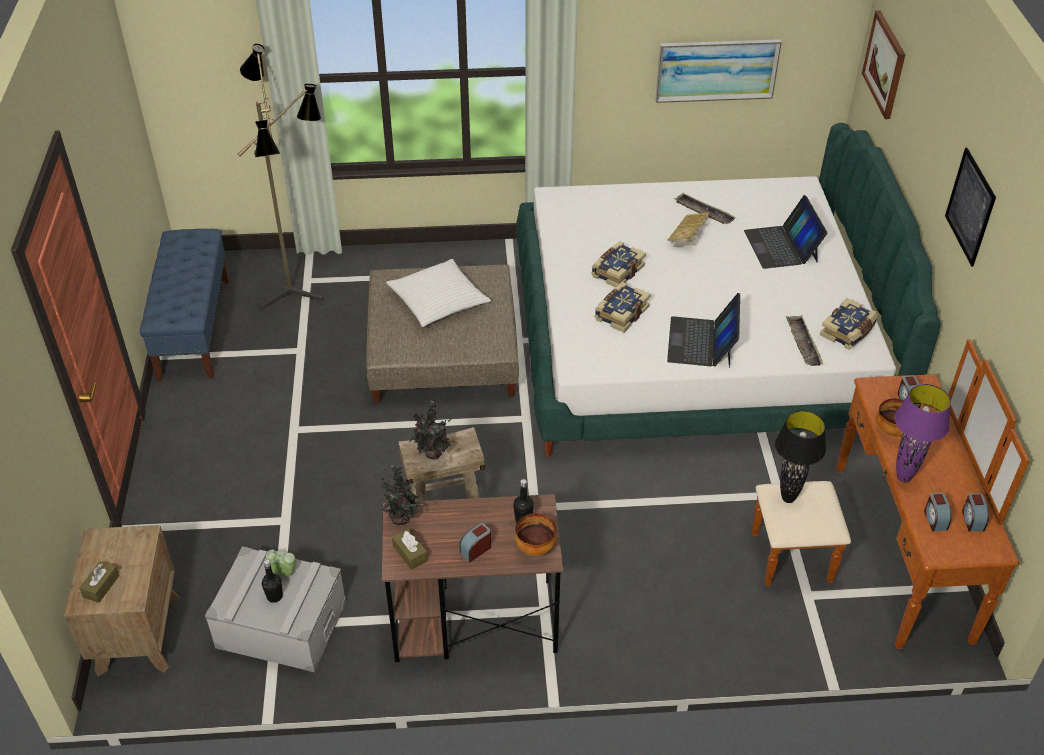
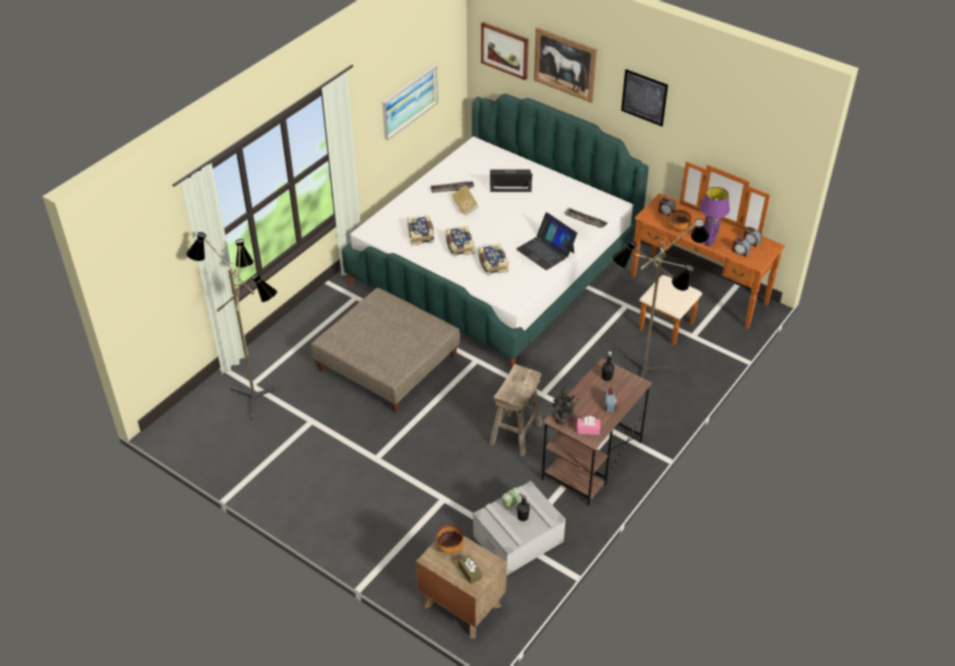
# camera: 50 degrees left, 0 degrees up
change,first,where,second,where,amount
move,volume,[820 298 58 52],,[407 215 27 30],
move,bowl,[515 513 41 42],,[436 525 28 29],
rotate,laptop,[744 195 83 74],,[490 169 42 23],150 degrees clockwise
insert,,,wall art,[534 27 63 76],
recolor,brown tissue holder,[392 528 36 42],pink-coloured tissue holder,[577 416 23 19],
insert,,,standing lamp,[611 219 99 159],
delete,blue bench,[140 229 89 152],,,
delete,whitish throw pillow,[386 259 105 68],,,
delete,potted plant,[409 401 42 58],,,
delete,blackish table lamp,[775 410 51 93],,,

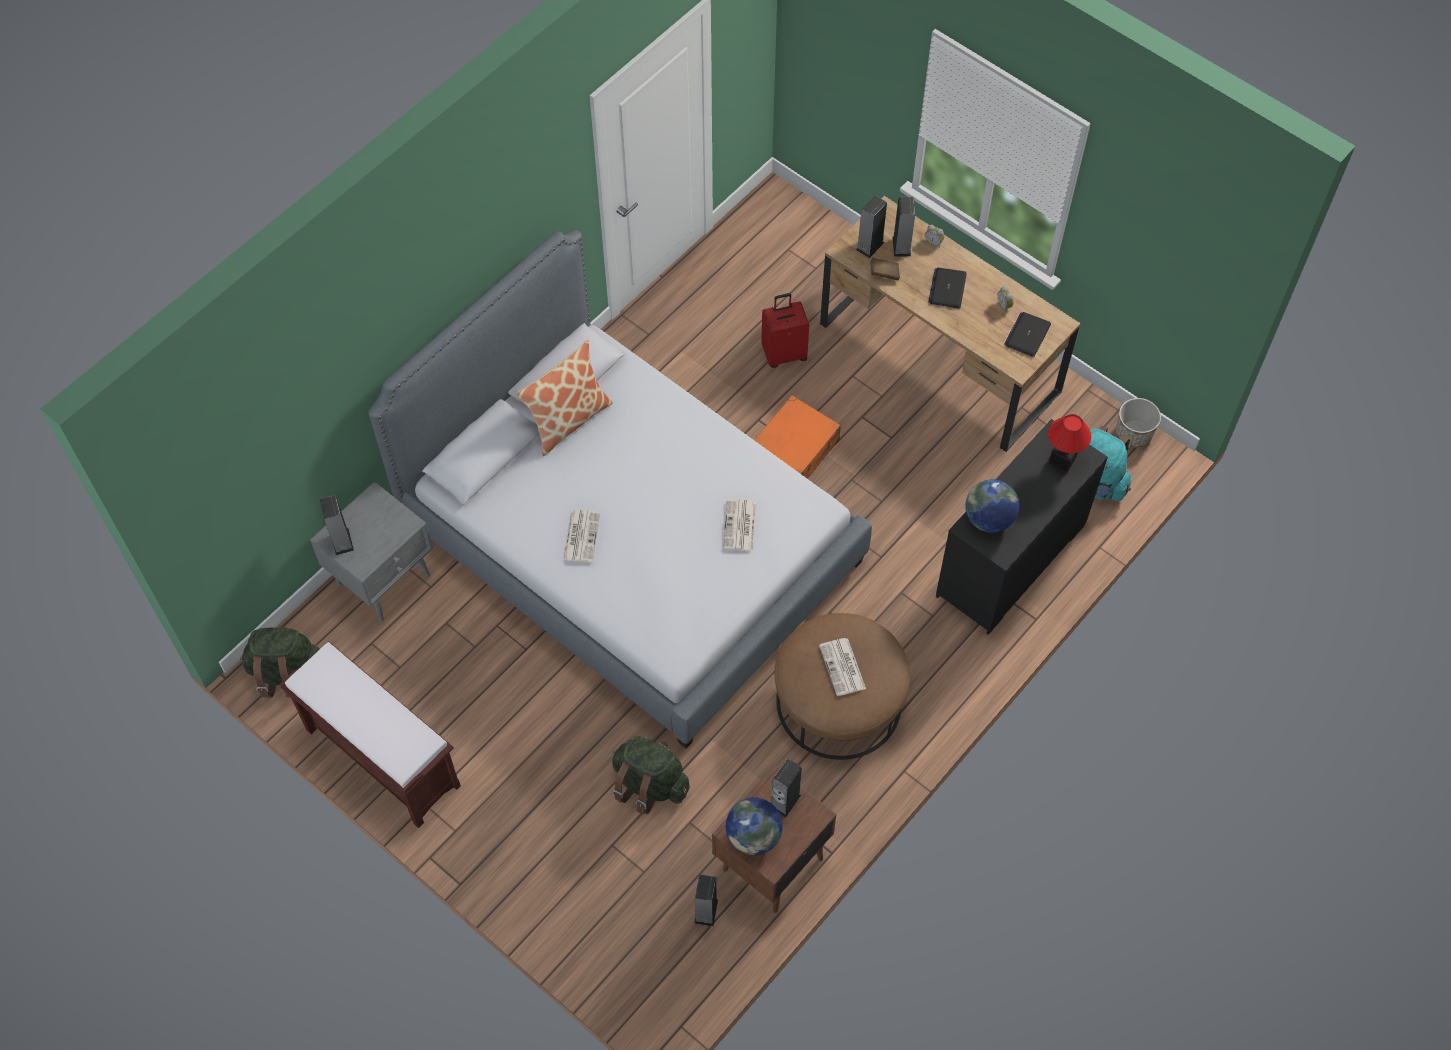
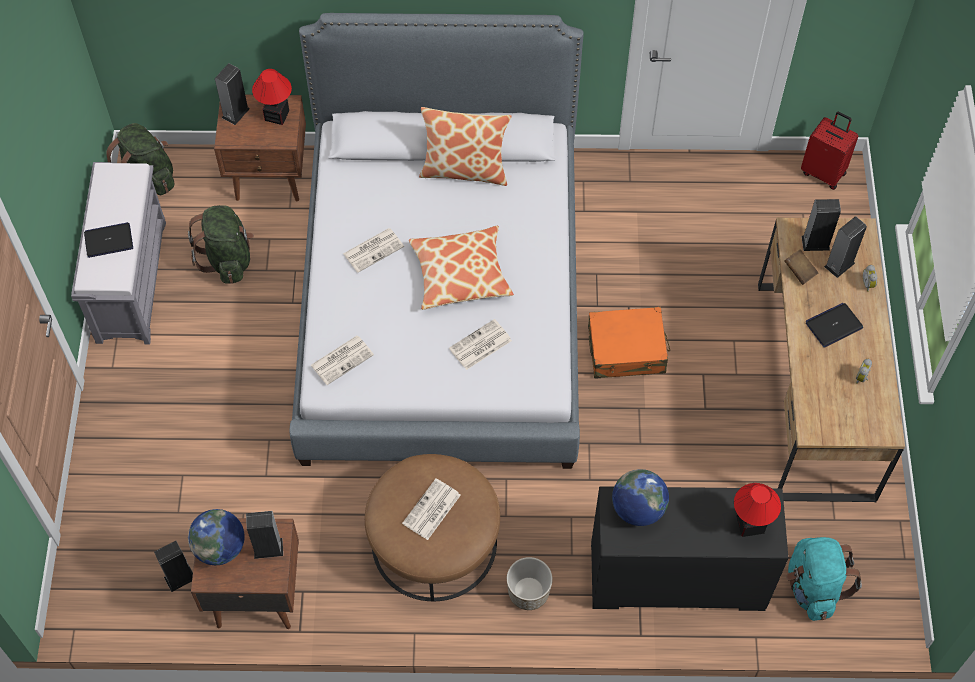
# camera: 50 degrees right, 0 degrees up
change,first,where,second,where,amount
recolor,brown bench,[280 641 181 187],gray bench,[71 162 95 183],
move,laptop,[1004 312 47 45],,[84 222 49 36],
move,green-coloured backpack,[612 736 78 78],,[188 205 66 79],
recolor,gray bedside table,[310 481 123 141],brown bedside table,[214 95 92 106],
insert,,,table lamp,[252 69 40 56],
insert,,,daily paper,[311 336 63 49],
insert,,,throw pillow,[409 226 105 84],
move,planter,[1116 398 45 50],,[507 557 46 53],
move,red piece of luggage,[761 293 48 75],,[801 112 57 78],

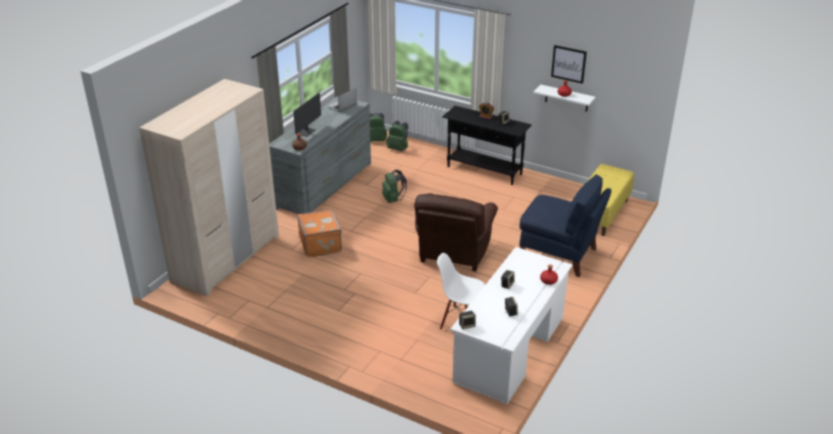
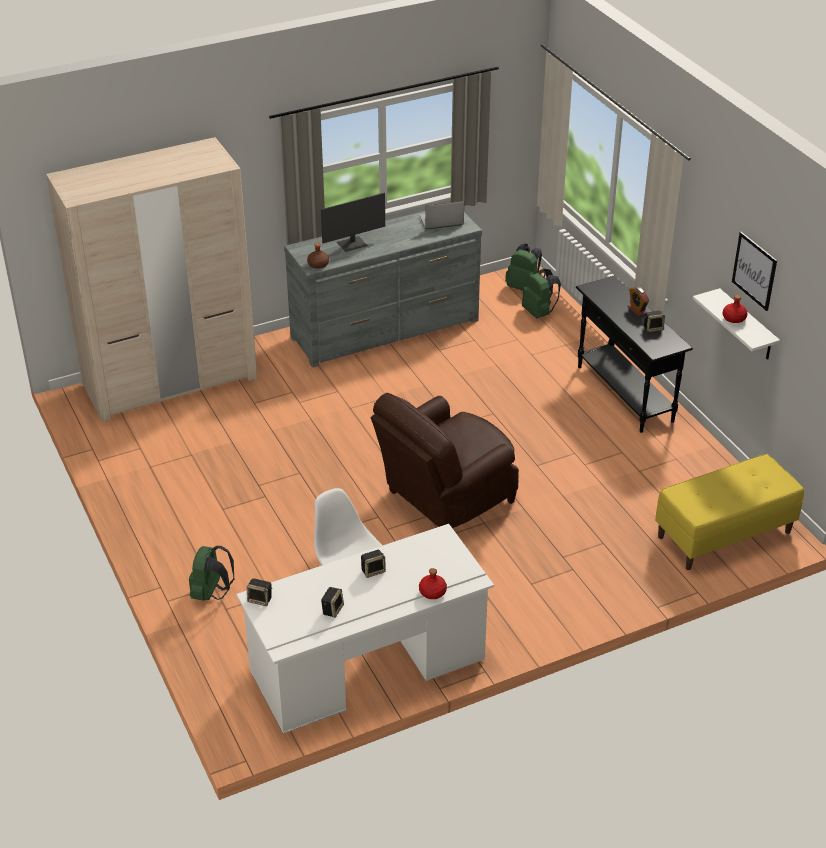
# camera: 35 degrees right, 5 degrees up
change,first,where,second,where,amount
move,green-coloured backpack,[382 170 25 33],,[189 546 45 55],
delete,orangey piece of luggage,[297 209 45 49],,,
delete,blue armchair,[519 175 92 102],,,

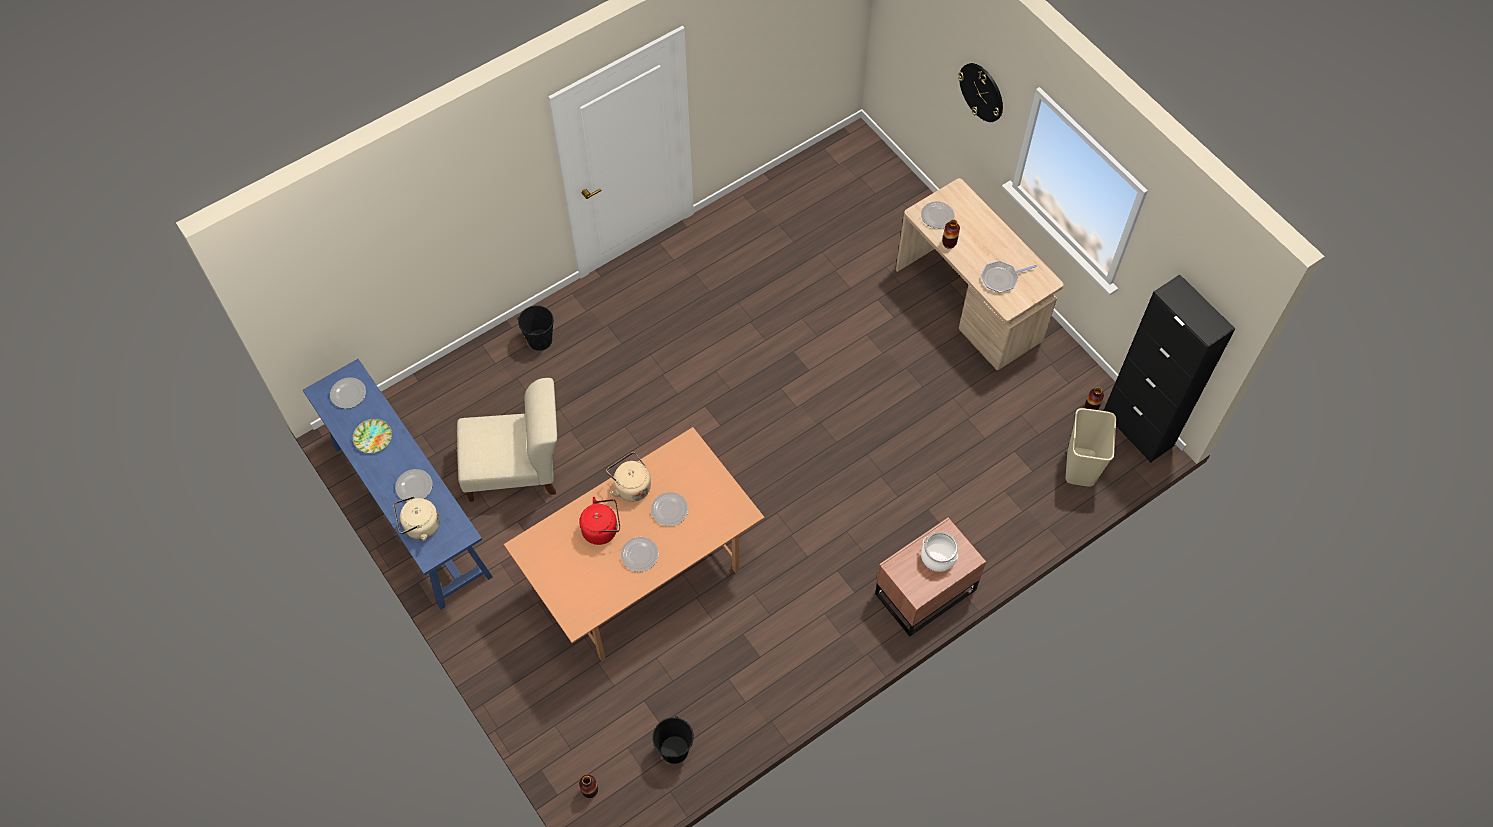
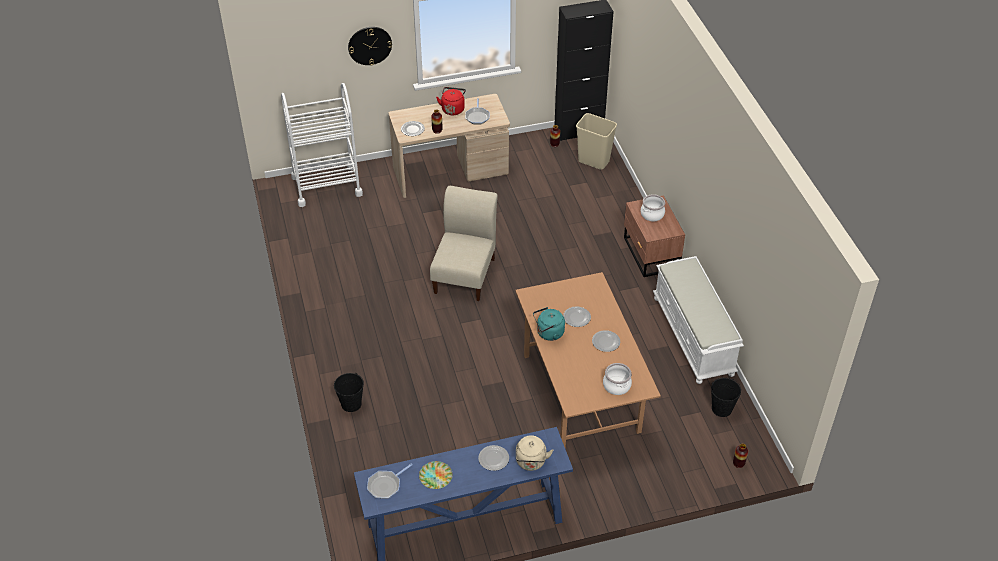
# camera: 70 degrees left, 15 degrees down
change,first,where,second,where,amount
insert,,,whitish trolley,[281 83 82 124],
replace,plate,[330 377 36 32],frying pan,[367 463 46 36],
move,beige chair,[457 378 100 124],,[430 186 68 115],
move,red tea kettle,[579 497 41 48],,[436 87 30 28],
recolor,beige tea kettle,[606 452 45 50],blue-green tea kettle,[533 307 32 34],
insert,,,saucepot,[603 363 29 32],
insert,,,whitish bench,[653 256 91 128],

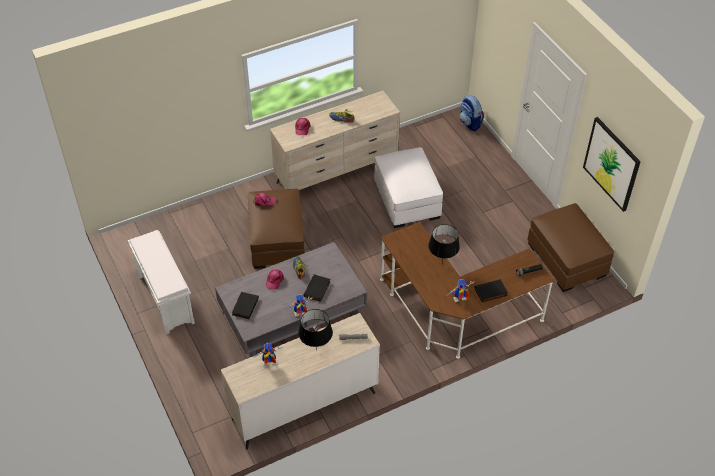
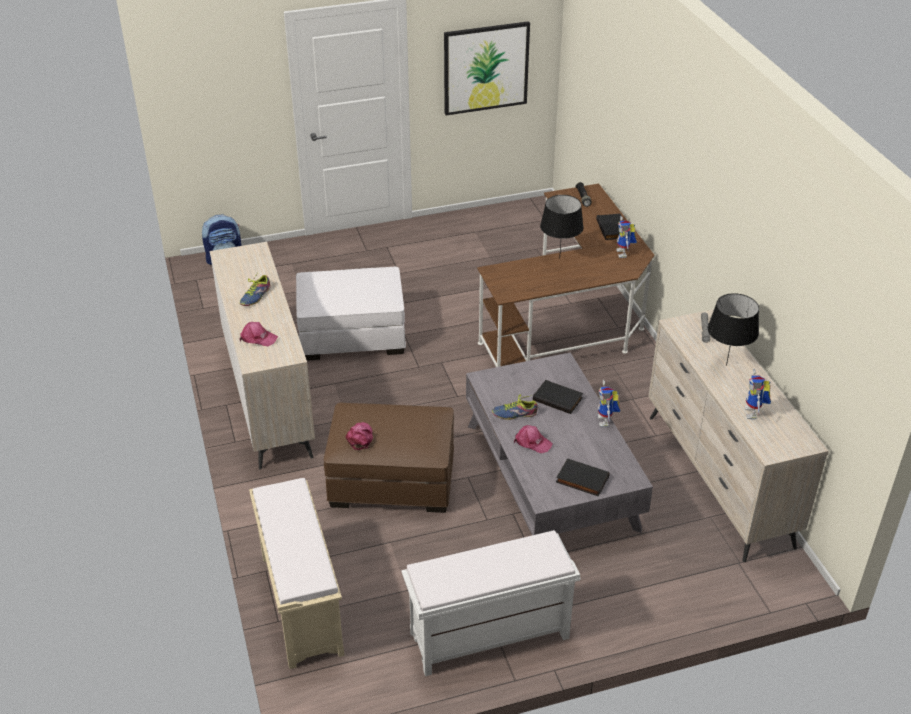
# camera: 80 degrees left, 10 degrees down
change,first,where,second,where,amount
insert,,,beige bench,[249 478 95 191],
delete,brown ottoman,[527 203 87 89],,,

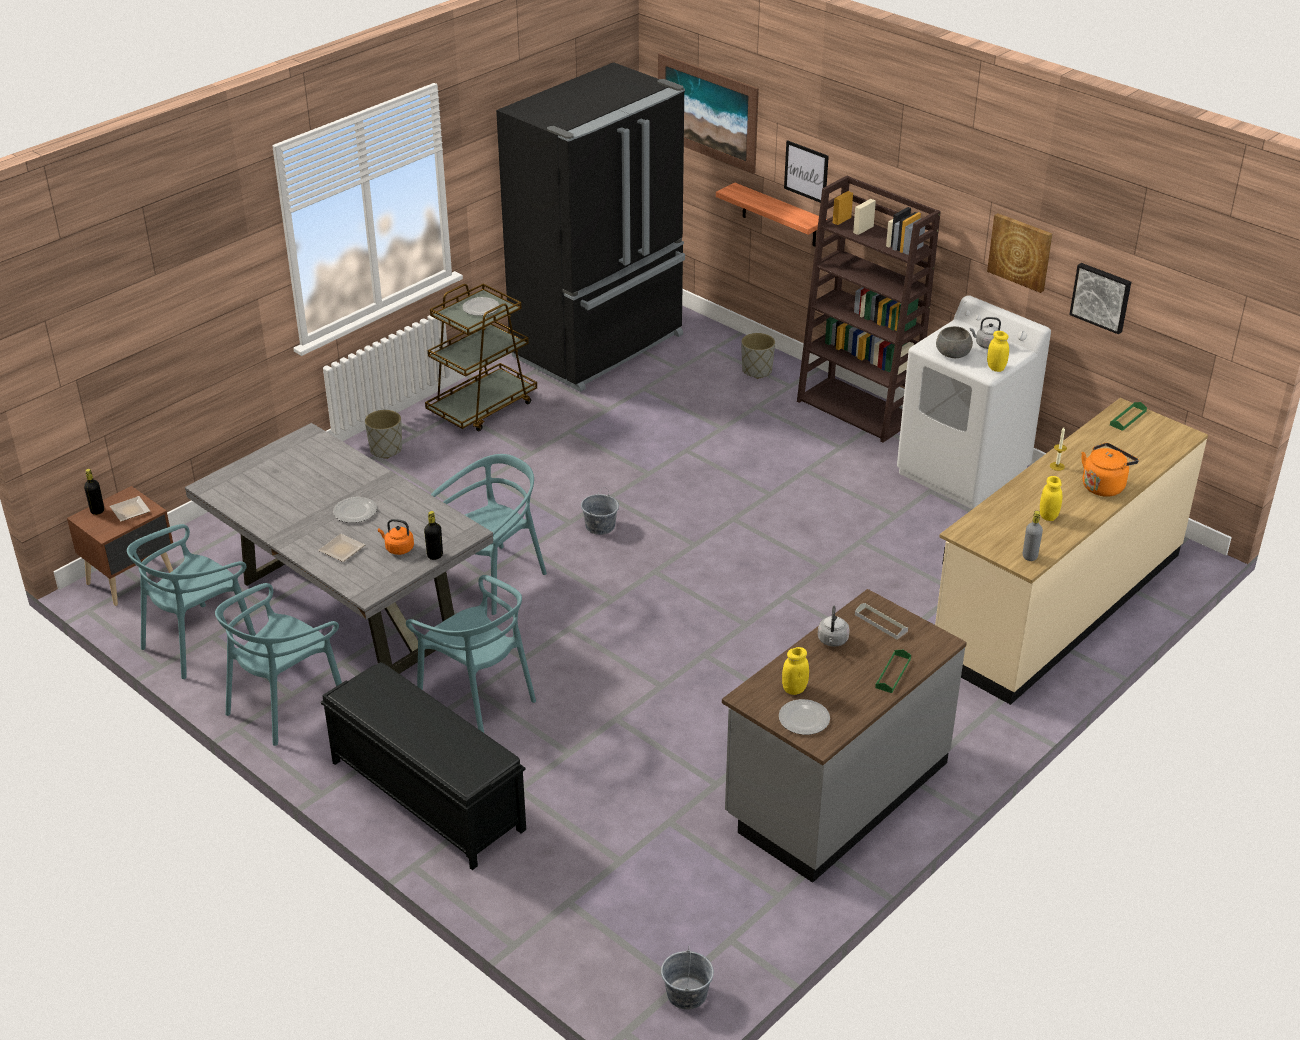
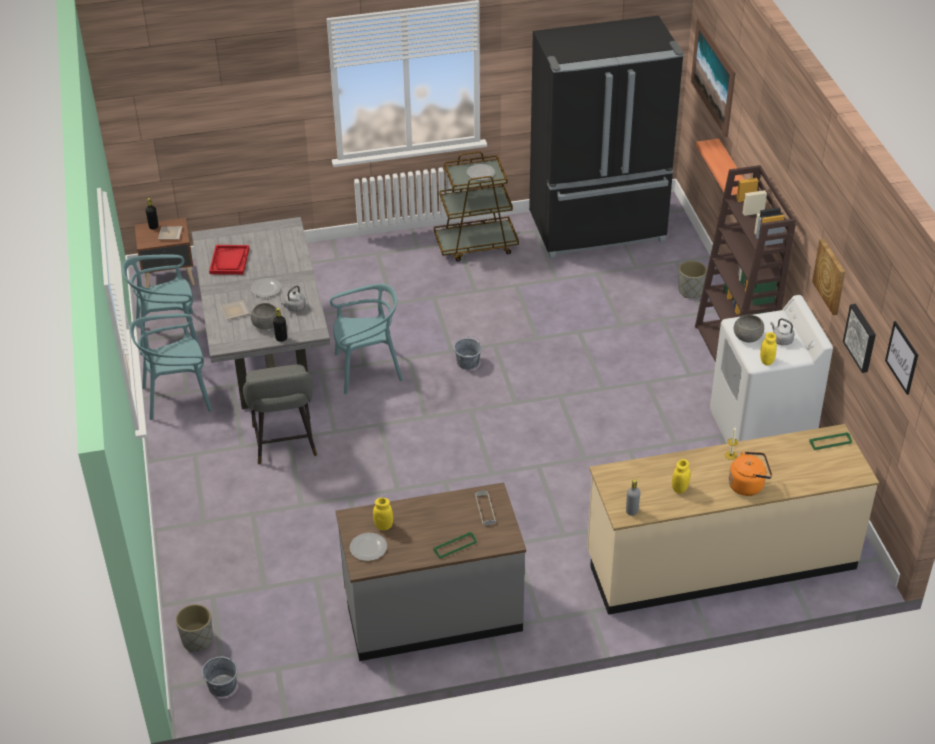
# camera: 35 degrees right, 5 degrees up
change,first,where,second,where,amount
move,gray planter,[365 410 37 49],,[176 604 37 48],
insert,,,red serving tray,[209 245 40 30],
replace,blue-green chair,[406 575 130 158],gray stool,[243 364 74 101],
replace,orangey tea kettle,[378 519 36 36],gray bowl,[251 303 26 27],
move,gray tea kettle,[818 606 32 41],,[282 285 24 27],
move,wall art,[784 140 45 63],,[885 321 33 74],
delete,blackish bench,[321 662 205 208],,,

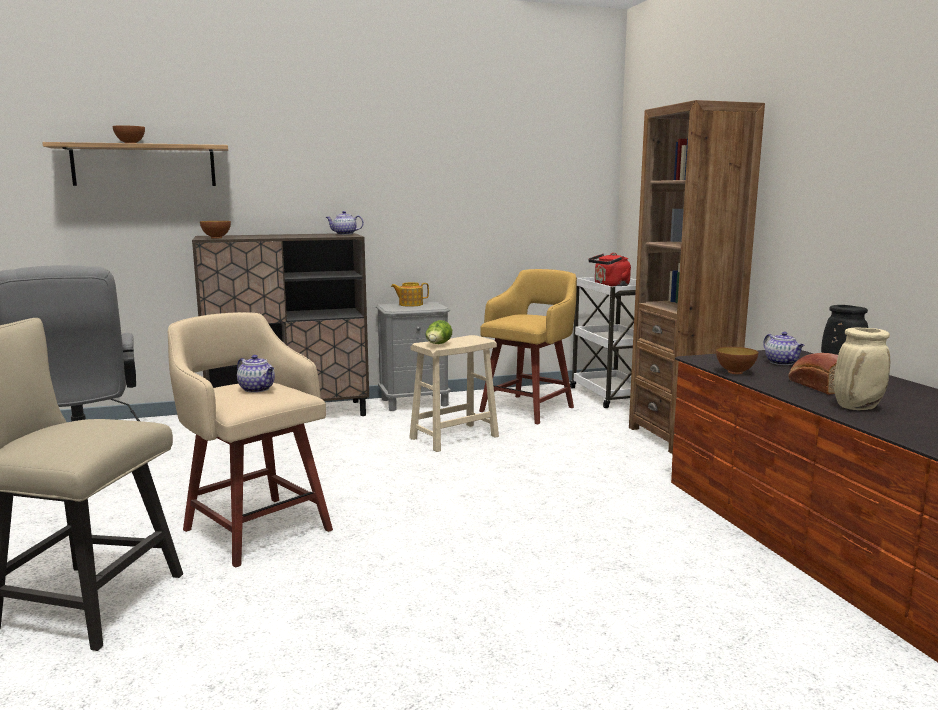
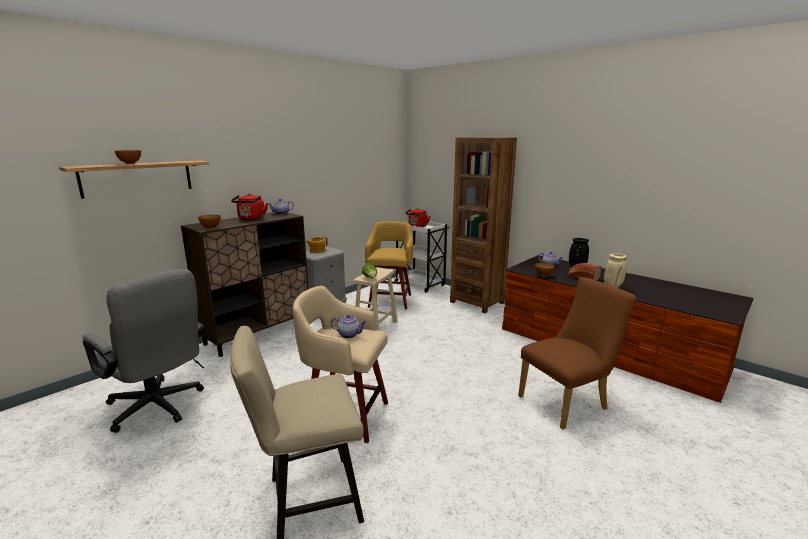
# camera: 30 degrees left, 5 degrees up
change,first,where,second,where,amount
insert,,,red tea kettle,[231 193 37 27],
insert,,,brown chair,[518 277 118 153],

